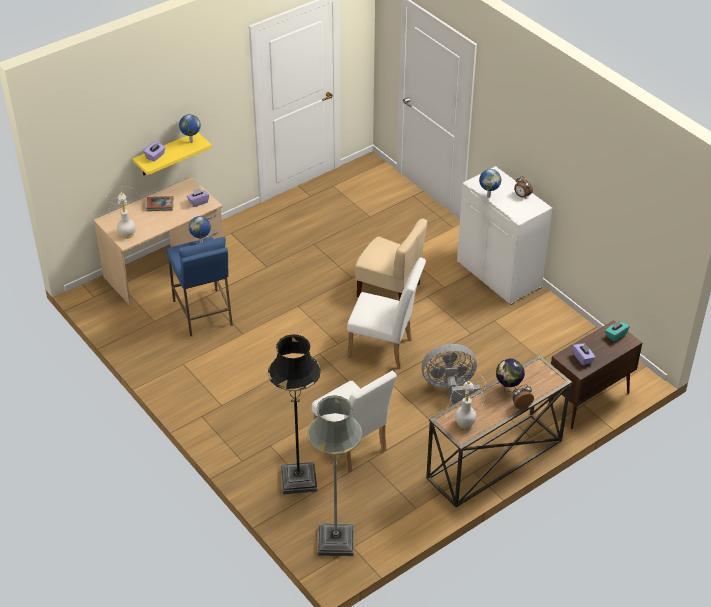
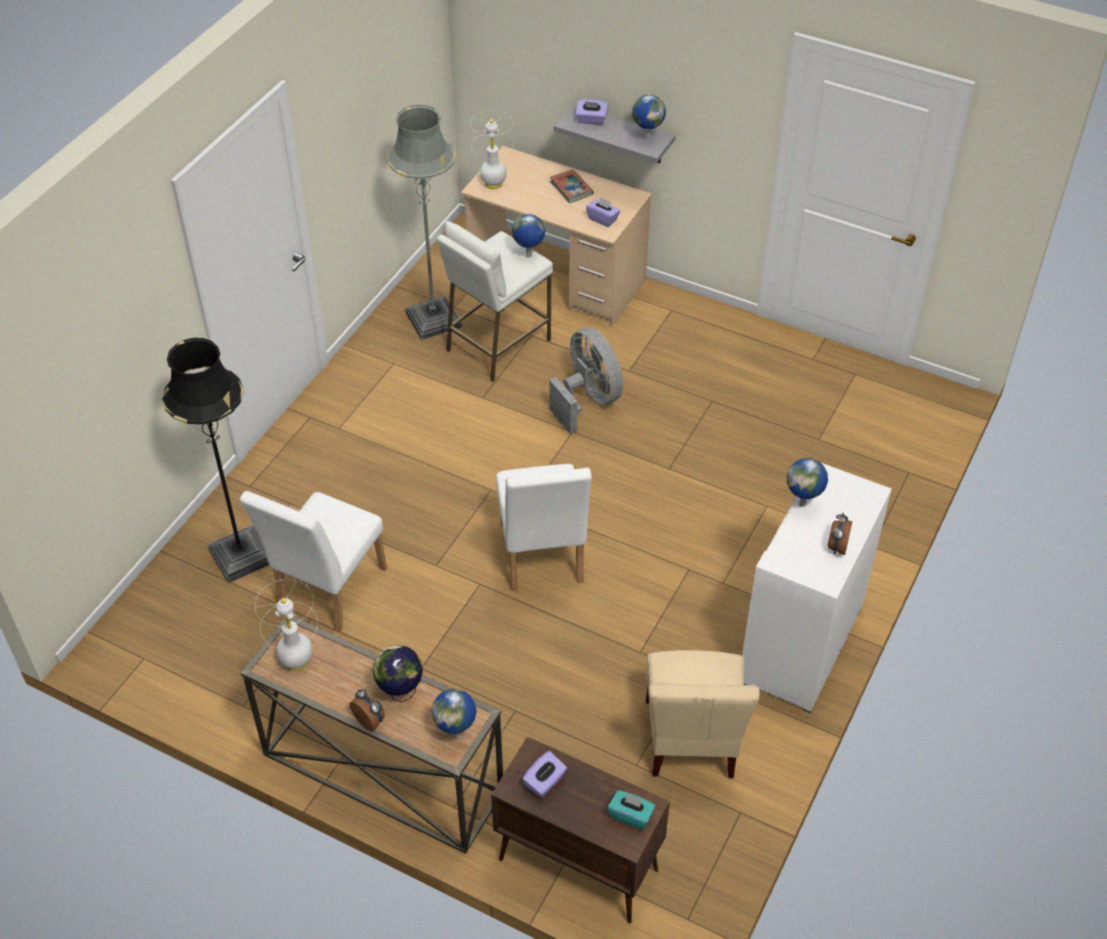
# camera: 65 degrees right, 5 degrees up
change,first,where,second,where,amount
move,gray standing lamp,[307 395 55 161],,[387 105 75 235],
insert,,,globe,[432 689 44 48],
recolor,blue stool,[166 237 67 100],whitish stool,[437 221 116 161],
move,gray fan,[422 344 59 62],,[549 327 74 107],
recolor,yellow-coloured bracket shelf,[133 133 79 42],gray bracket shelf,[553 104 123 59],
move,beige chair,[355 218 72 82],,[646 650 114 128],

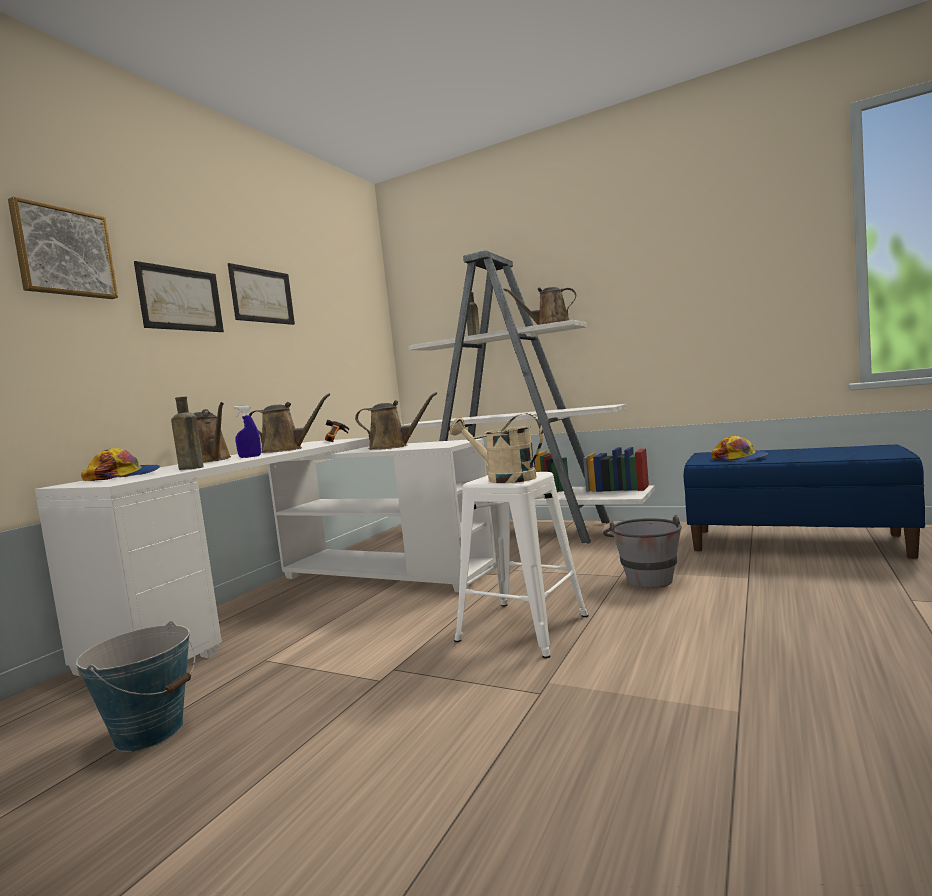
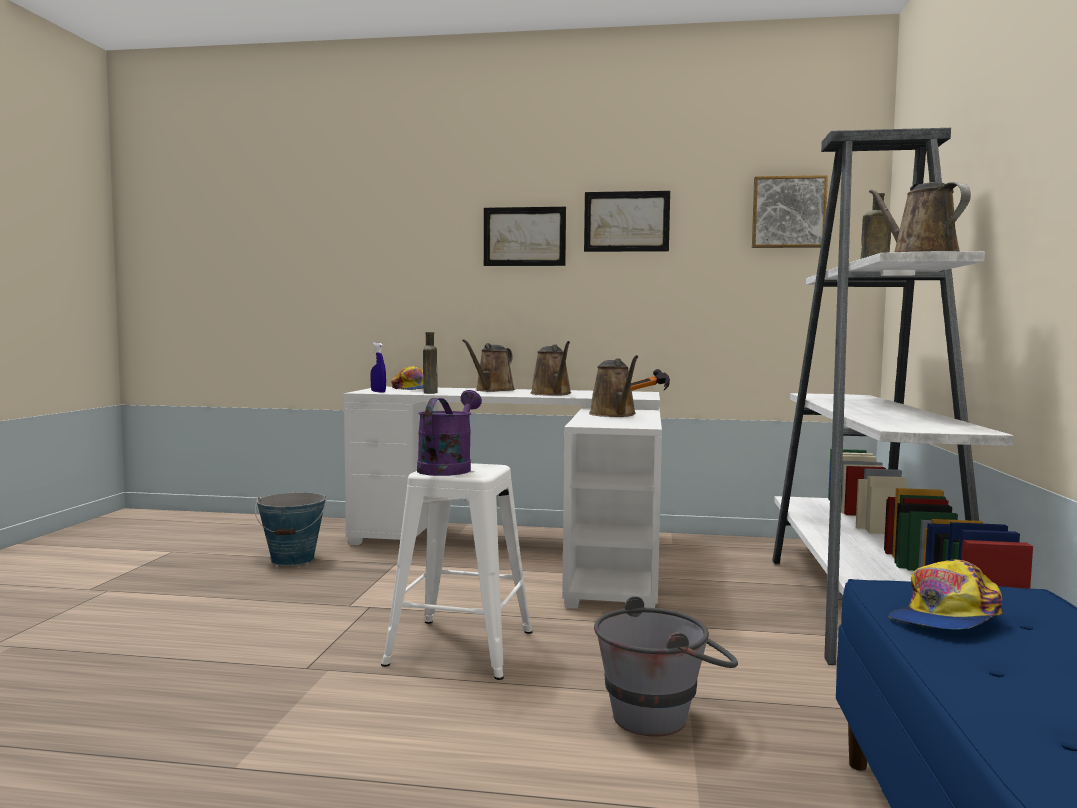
# camera: 70 degrees right, 0 degrees up
change,first,where,second,where,amount
move,blue sprayer,[234 405 27 53],,[370 342 16 51],
recolor,beige watering can,[450 413 93 70],purple watering can,[417 390 65 86],
move,wall art,[8 197 110 102],,[752 175 76 73],

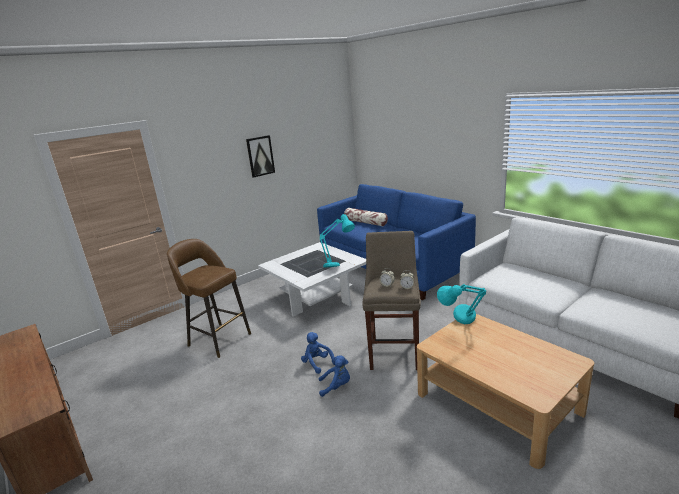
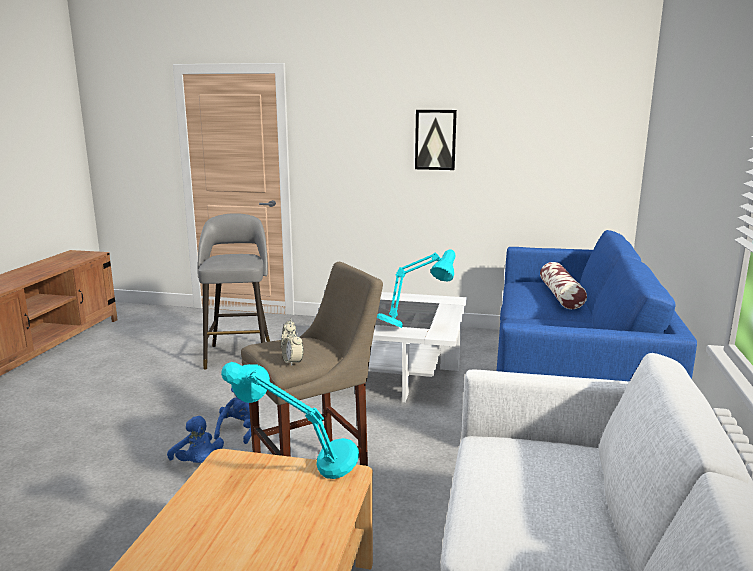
# camera: 50 degrees right, 5 degrees down
change,first,where,second,where,amount
recolor,brown stool,[167 239 84 119],gray stool,[198 213 72 157],

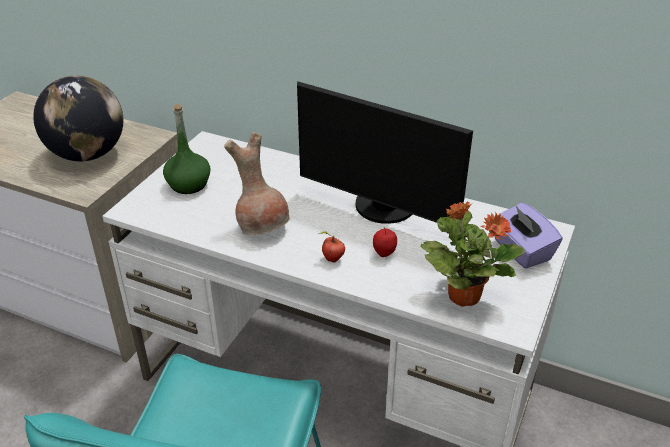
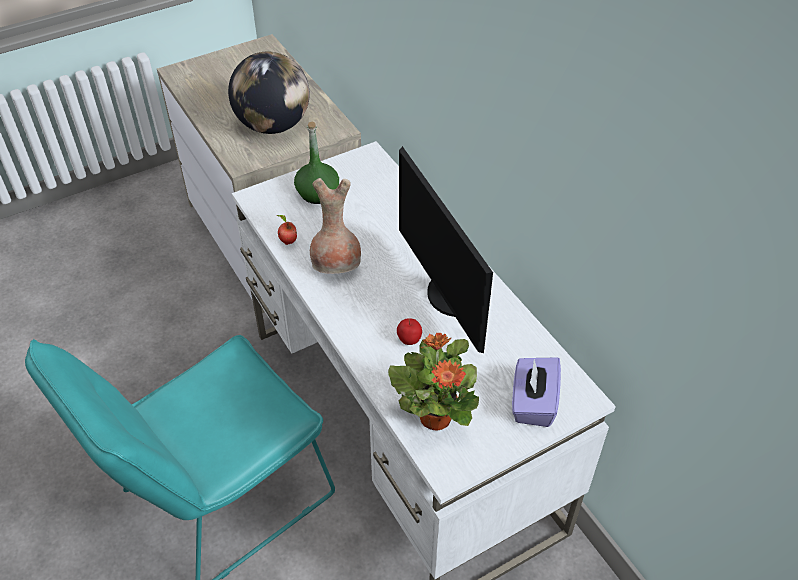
# camera: 35 degrees right, 10 degrees up
change,first,where,second,where,amount
move,whole apple,[318 231 27 31],,[277 215 20 30],

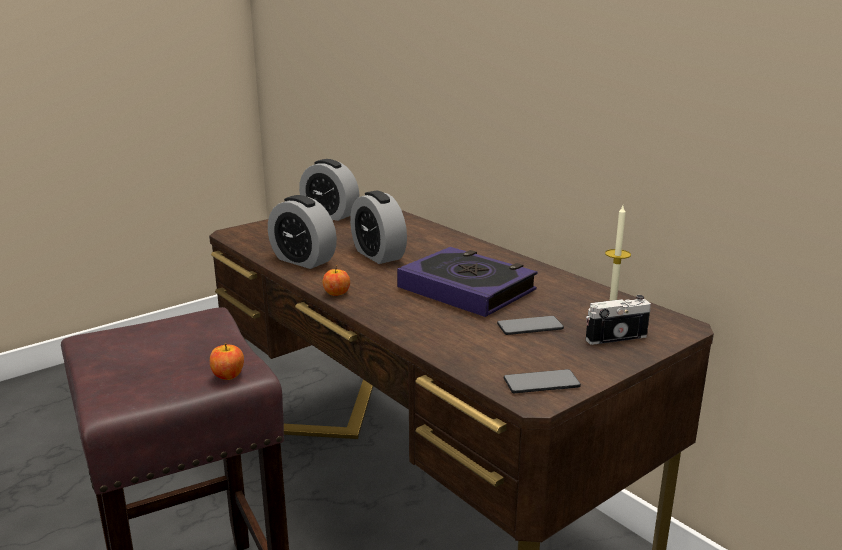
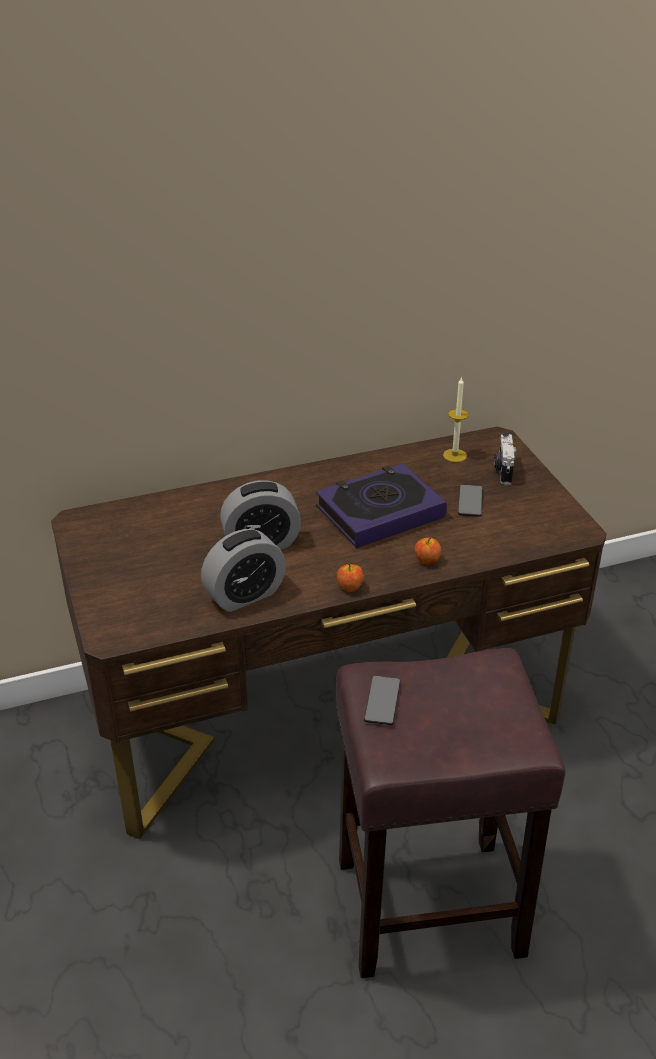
# camera: 70 degrees left, 15 degrees up
change,first,where,second,where,amount
move,handset,[504 369 77 24],,[364 675 36 50],
move,whole apple,[210 343 34 37],,[415 537 26 27],
delete,alarm clock,[299 159 60 62],,,

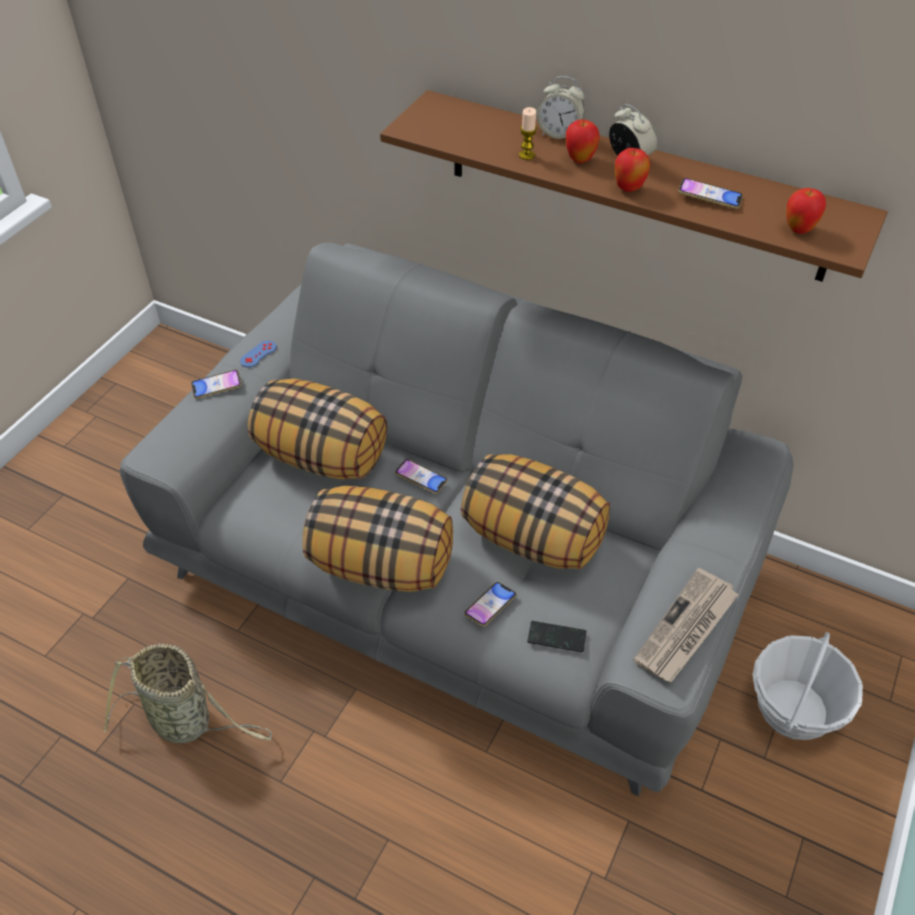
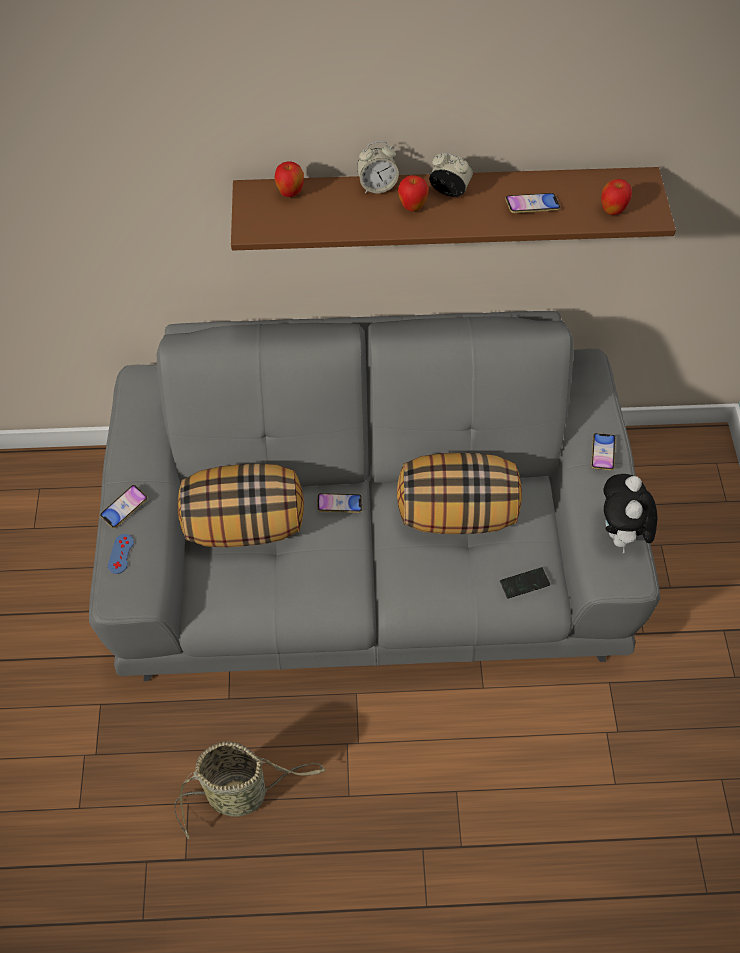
# camera: 30 degrees left, 10 degrees up
change,first,where,second,where,amount
move,blue joypad,[240 340 37 27],,[108 534 26 40],
move,whole apple,[615 148 35 44],,[274 161 30 36],
move,handset,[464 582 52 45],,[591 433 25 37],
replace,daily paper,[634 568 105 114],cuddly toy,[603 474 54 79],
delete,throw pillow,[302 486 151 106],,,
delete,candle,[519 107 18 53],,,
delete,household basket,[752 632 111 108],,,

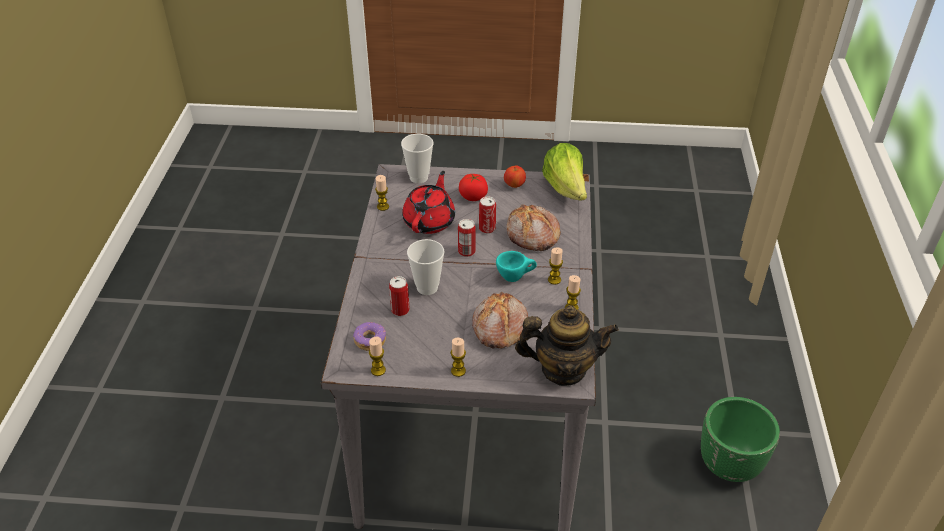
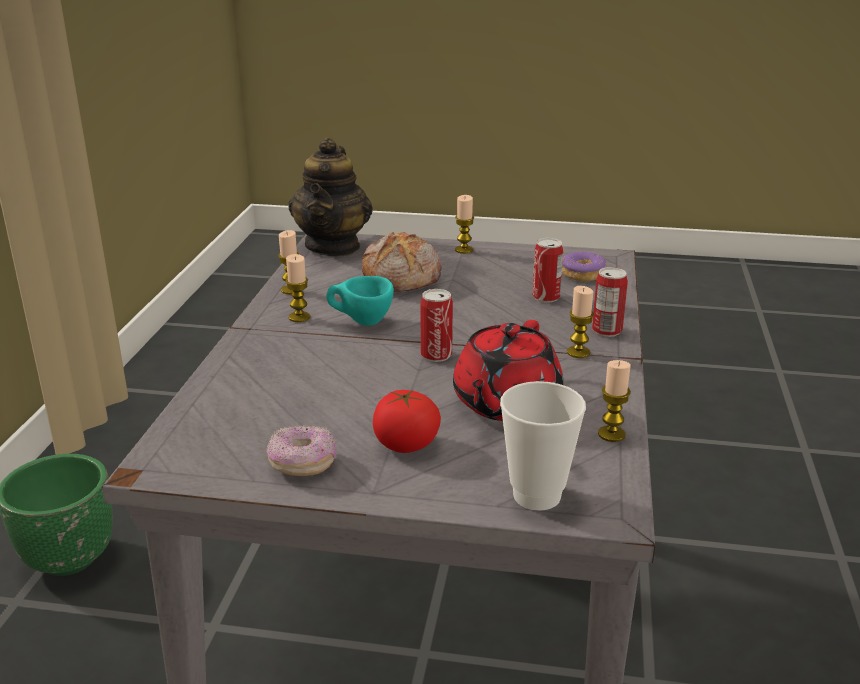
# camera: 175 degrees left, 15 degrees down
change,first,where,second,where,amount
replace,whole apple,[504 166 22 22],ring doughnut,[267 425 70 51],
rotate,teapot,[515 305 104 81],,[289 137 84 119],90 degrees counterclockwise
move,candle,[369 336 17 40],,[567 286 27 72],
move,metal can,[479 196 17 38],,[592 267 36 70],
delete,cup,[407 239 38 56],,,
delete,bakery bread,[507 205 54 46],,,
delete,lettuce head,[542 143 45 58],,,

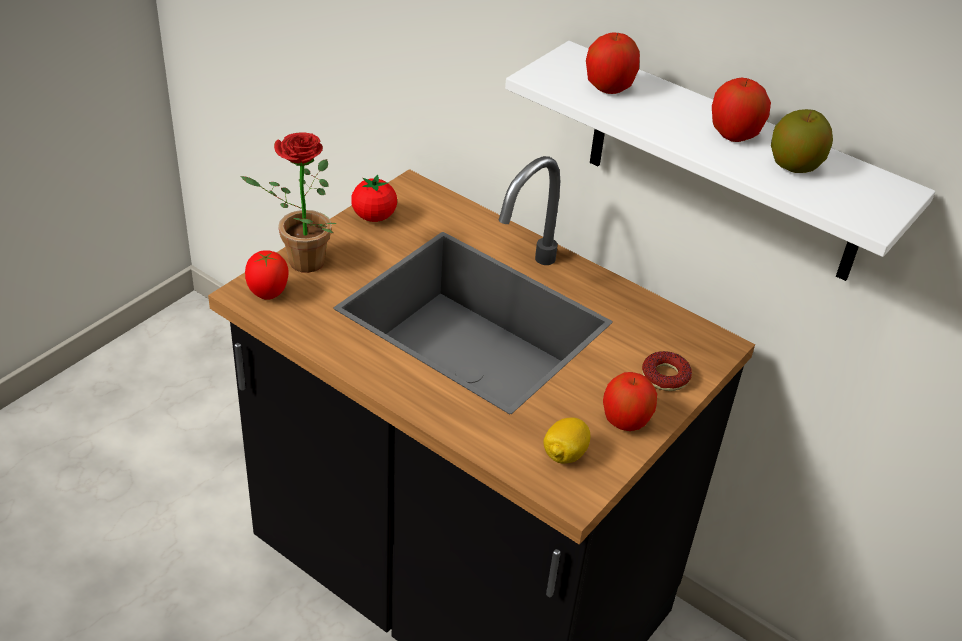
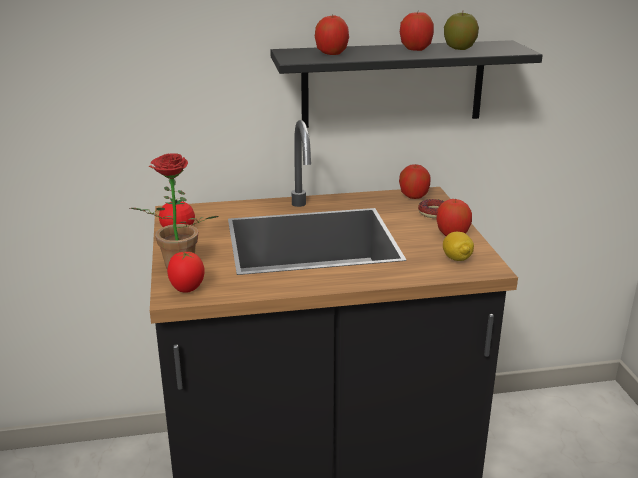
# camera: 45 degrees left, 15 degrees down
change,first,where,second,where,amount
recolor,whitish bracket shelf,[505 41 430 240],blackish bracket shelf,[270 40 273 88],
insert,,,whole apple,[399 164 31 35],

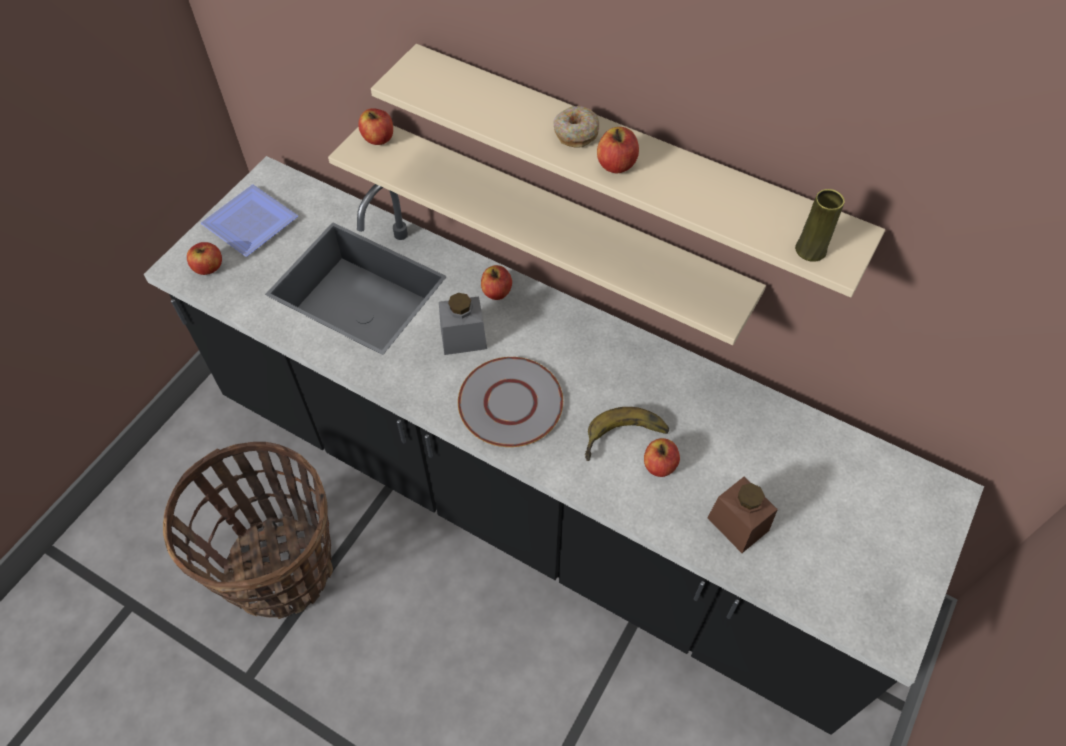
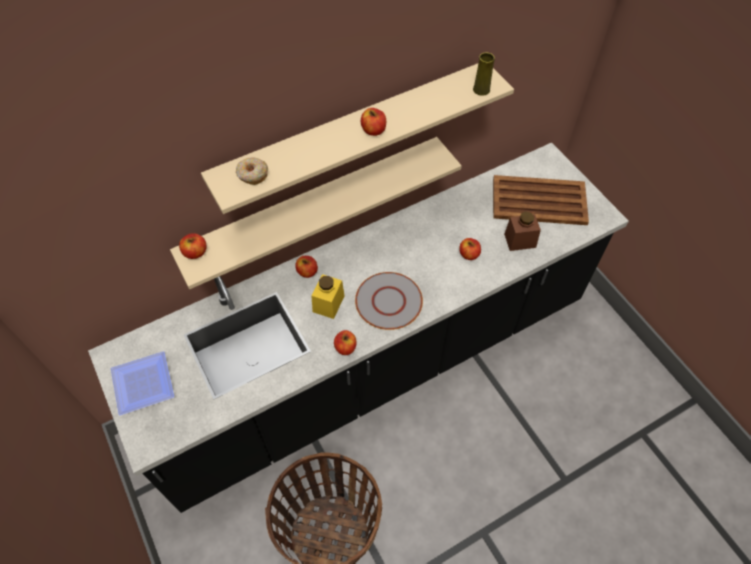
# camera: 60 degrees left, 0 degrees up
change,first,where,second,where,amount
move,ring doughnut,[553 106 46 42],,[236 157 32 28],
recolor,gray preserve jar,[439 293 48 62],yellow-coloured preserve jar,[312 274 33 45],
move,whole apple,[187 242 35 33],,[334 330 23 25],
insert,,,brown serving tray,[493 175 96 50],
delete,banana fruit,[585 407 84 54],,,

